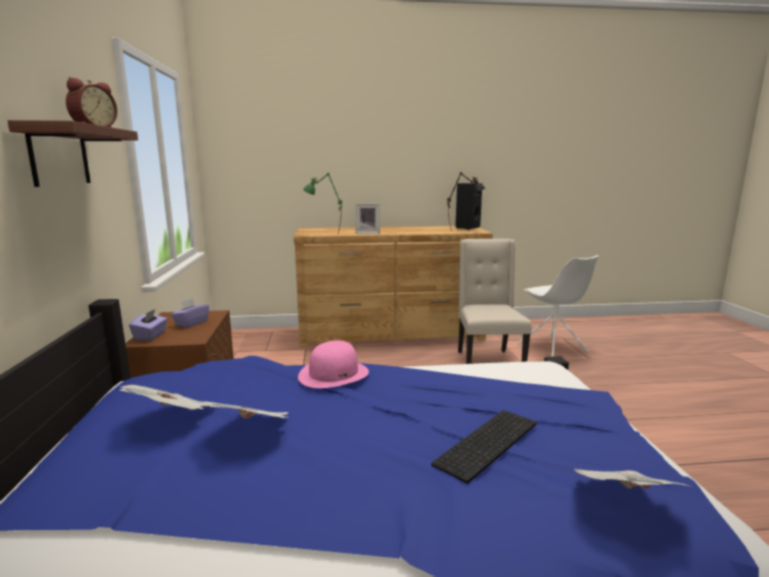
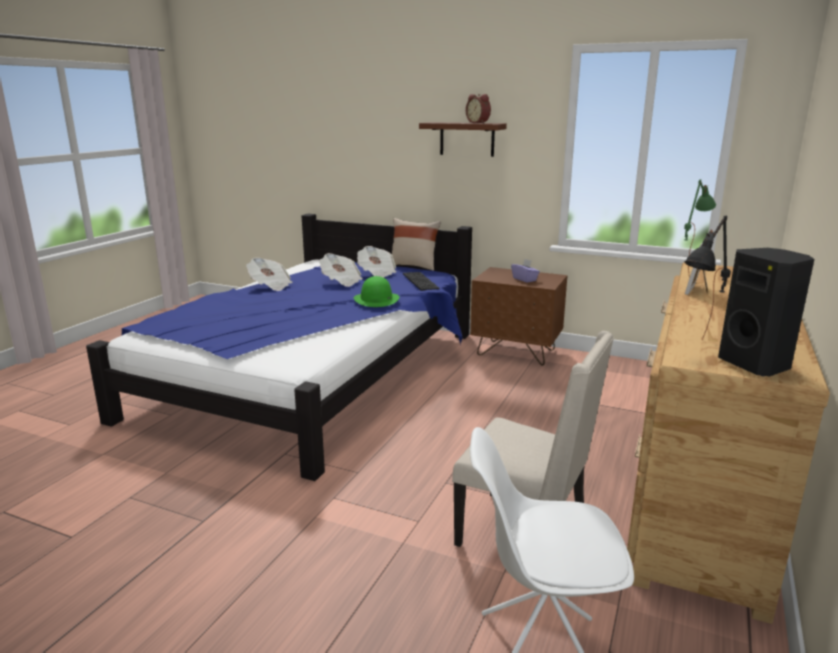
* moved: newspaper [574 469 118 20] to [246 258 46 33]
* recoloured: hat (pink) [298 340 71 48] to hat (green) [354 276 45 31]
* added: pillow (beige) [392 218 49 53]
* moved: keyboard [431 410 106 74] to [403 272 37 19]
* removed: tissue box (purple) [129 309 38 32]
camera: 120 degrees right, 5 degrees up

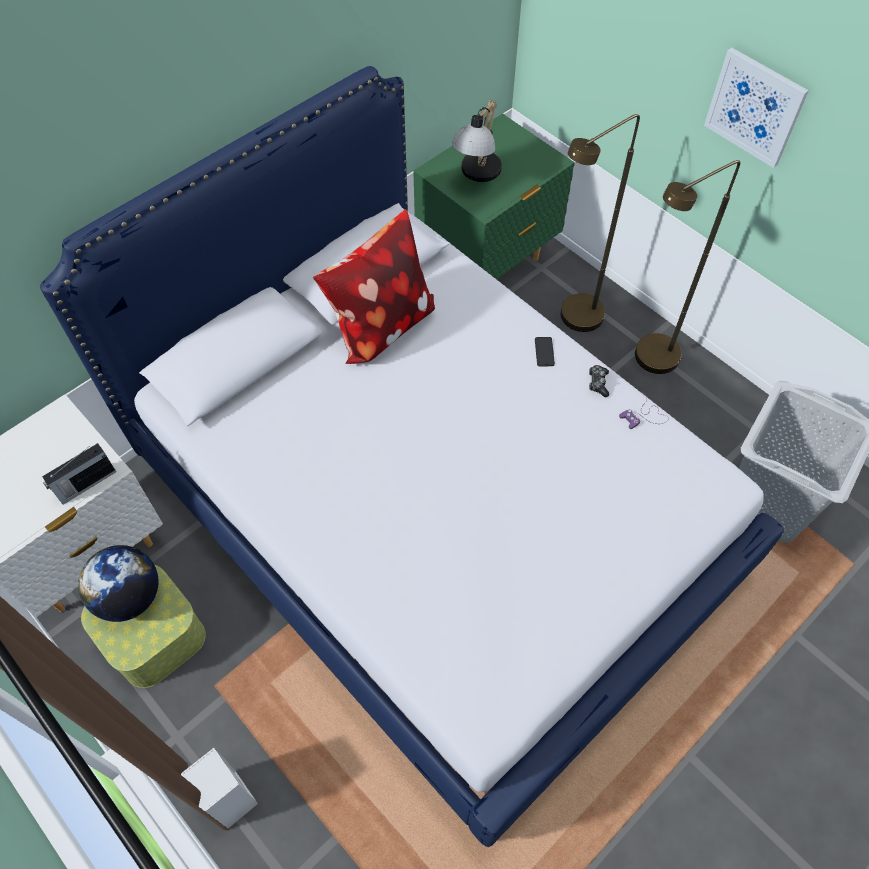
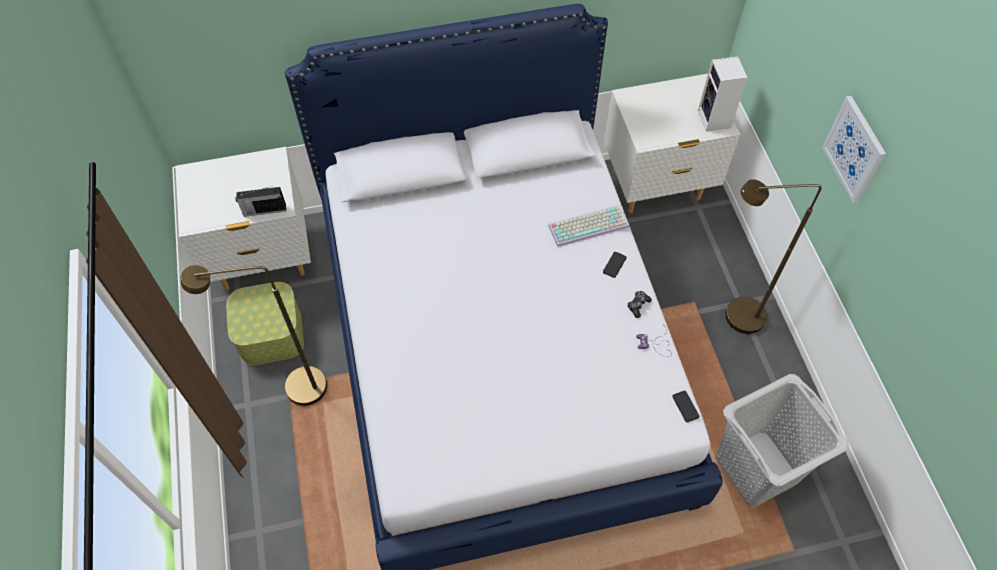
* moved: floor lamp (brown) [561 114 79 218] to [180 265 147 141]
* added: keyboard [548 205 82 42]
* recoloured: nightstand (green) [413 113 162 166] to nightstand (white) [604 74 136 139]
* added: phone [672 391 28 31]
* moved: speaker [181 748 77 80] to [698 56 50 75]
* removed: globe [78 545 80 77]
* removed: pillow [313 209 122 155]
* removed: table lamp [452 100 50 82]
camera: 30 degrees right, 0 degrees up

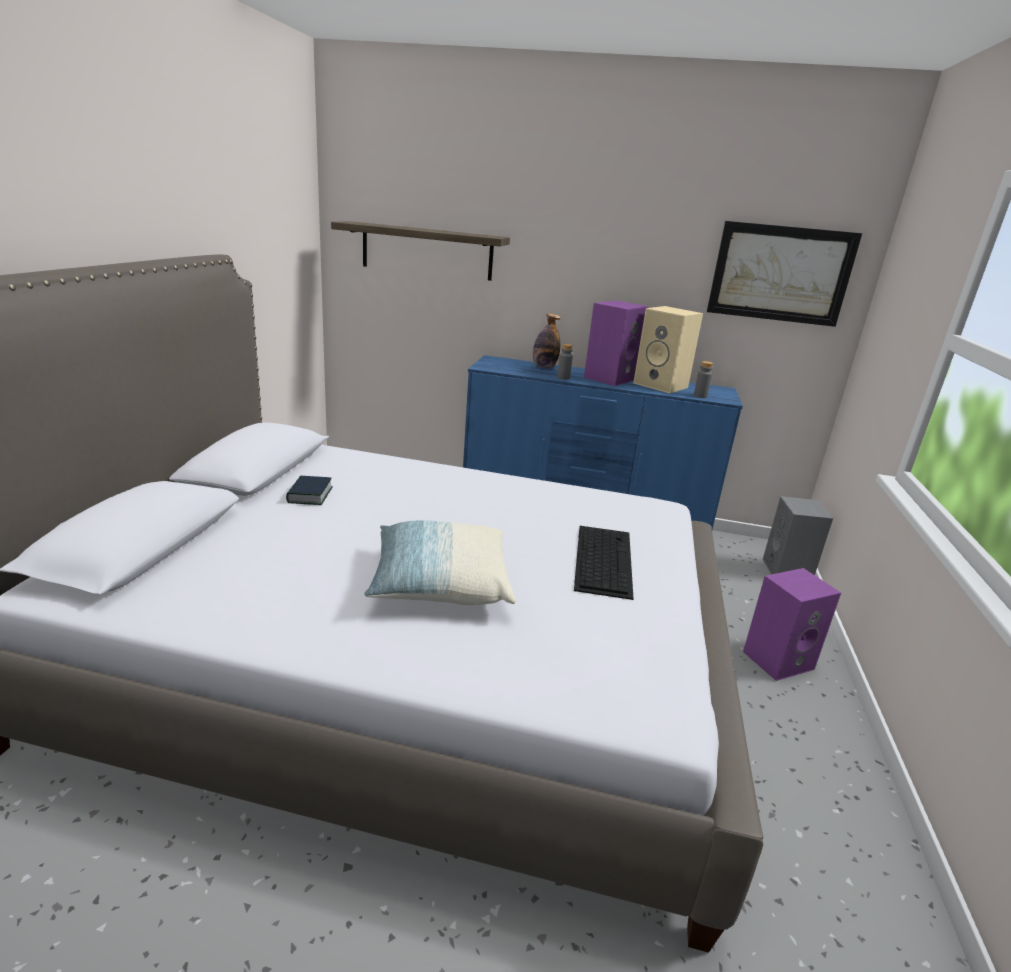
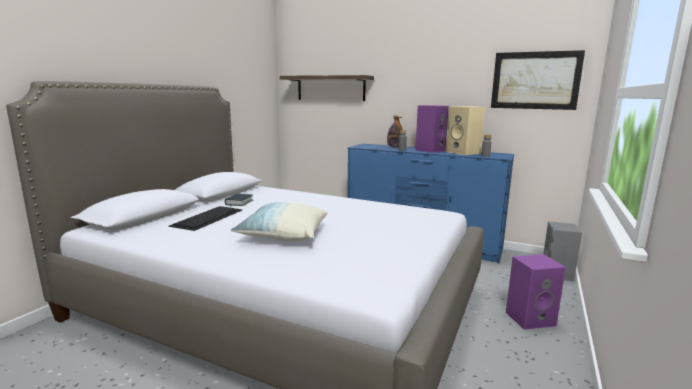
* moved: keyboard [574 526 60 74] to [169 206 73 25]
camera: 15 degrees right, 10 degrees down

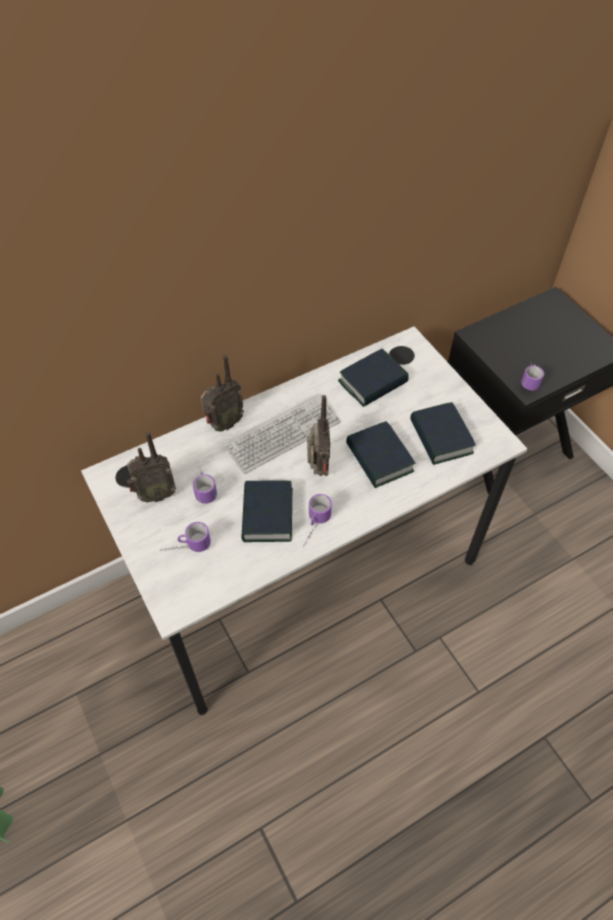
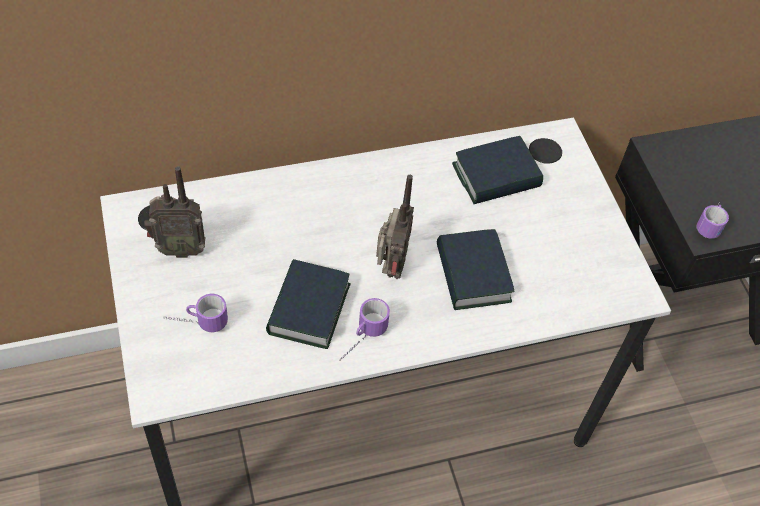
* removed: mug [193 470 24 34]
* removed: radio [200 355 44 77]
* removed: keyboard [223 394 117 80]
* removed: book [410 402 66 63]
camera: 10 degrees right, 0 degrees up

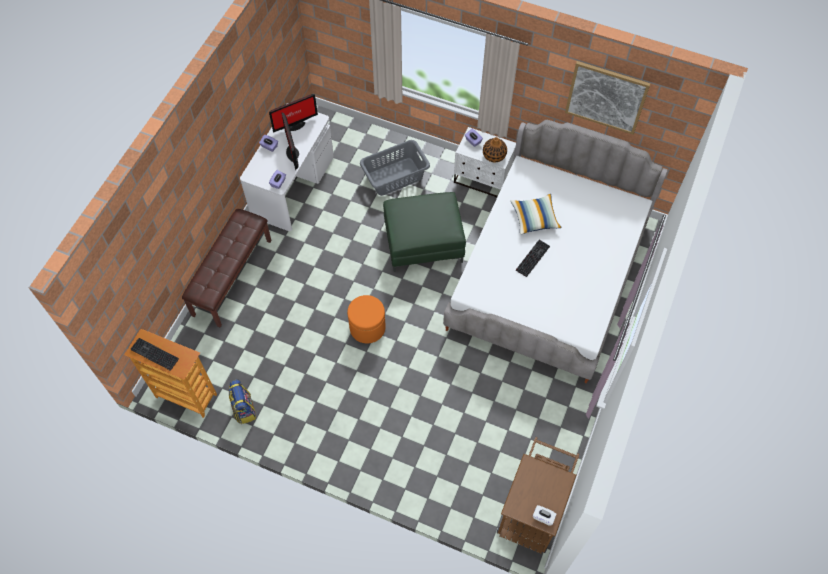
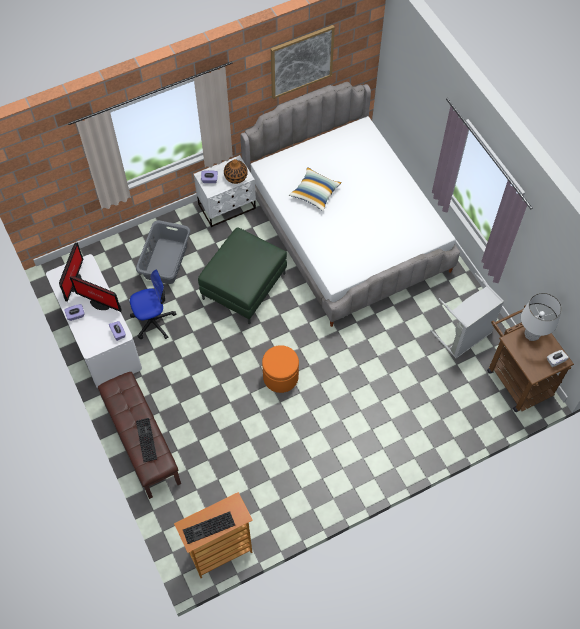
* added: office chair [130 270 46 69]
* moved: keyboard [516 239 34 38] to [136 418 21 44]
* added: laundry basket (grey) [430 273 74 86]
* added: table lamp (white) [521 293 41 48]
* removed: backpack [229 380 27 44]
camera: 50 degrees left, 0 degrees up

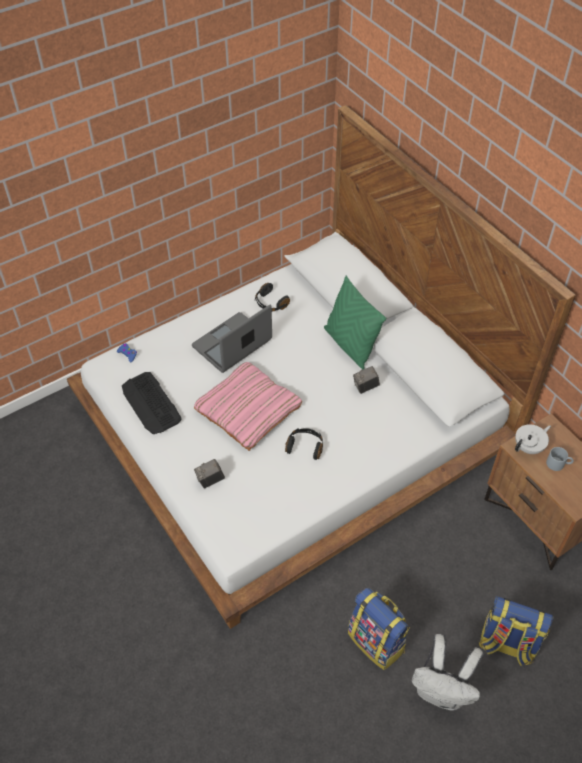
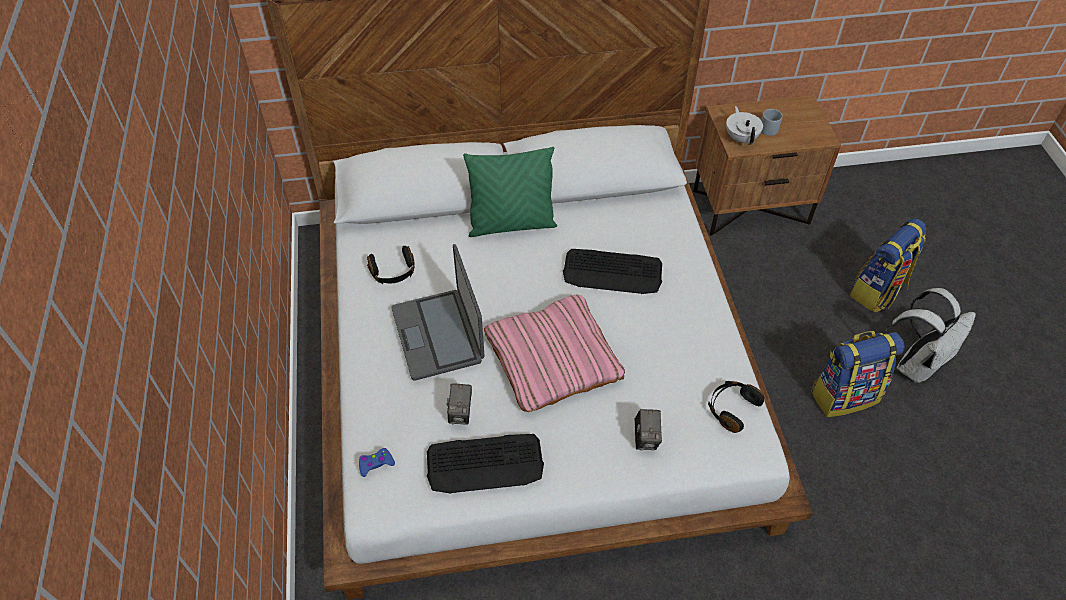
* moved: photo camera [353 366 27 28] to [446 383 26 42]
* added: keyboard [563 249 99 45]
* moved: headphones (black) [285 428 38 32] to [708 381 56 52]
camera: 65 degrees left, 0 degrees up

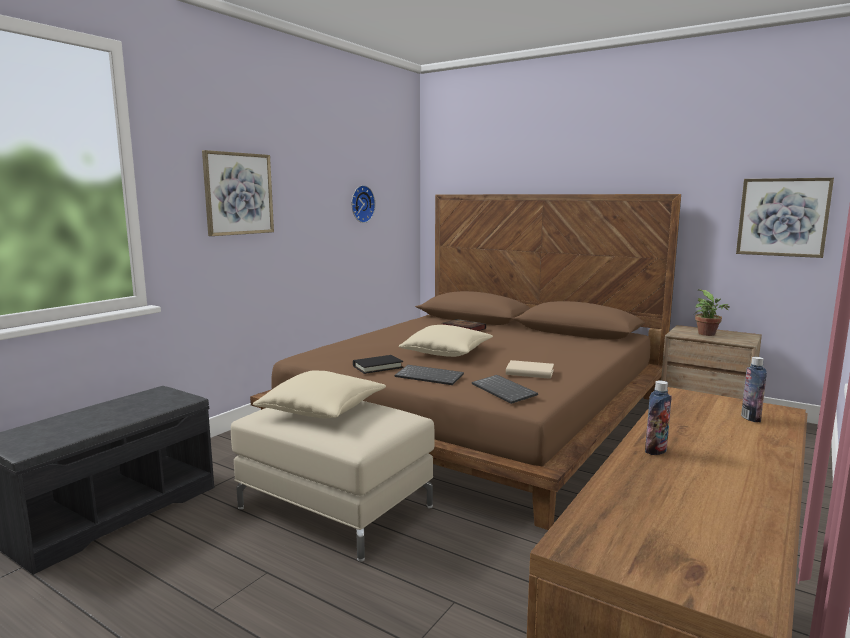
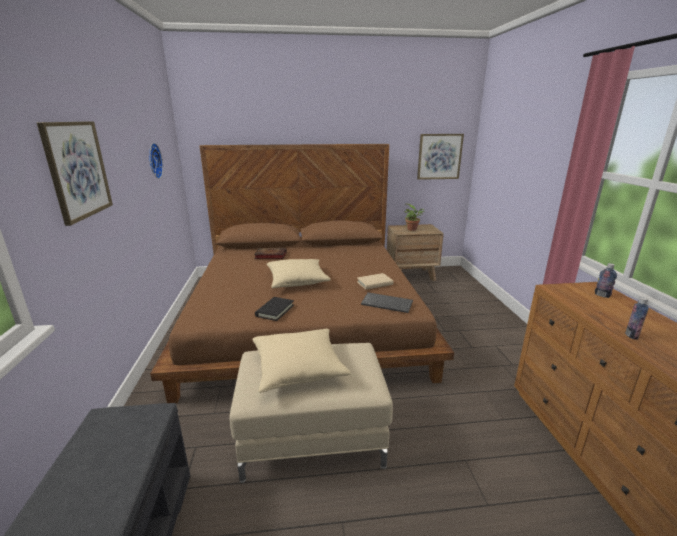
* removed: keyboard [395 365 69 20]
camera: 40 degrees left, 10 degrees up

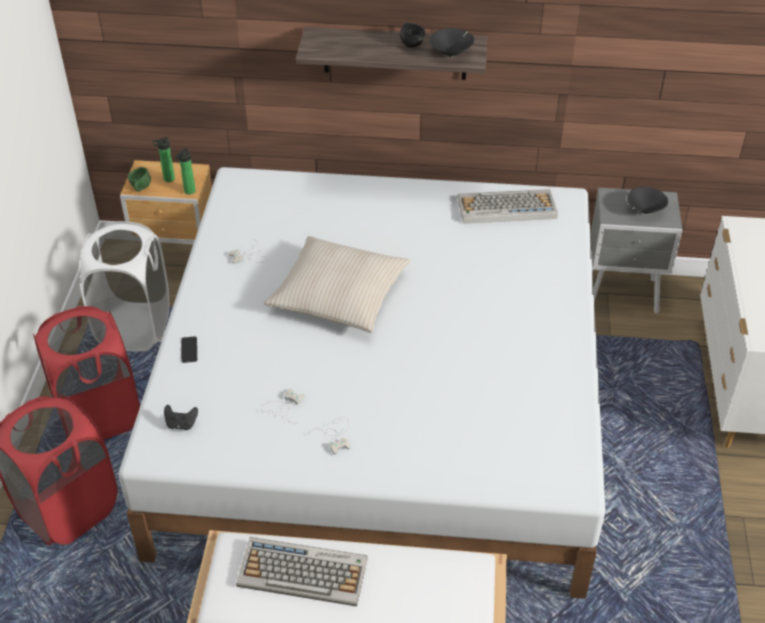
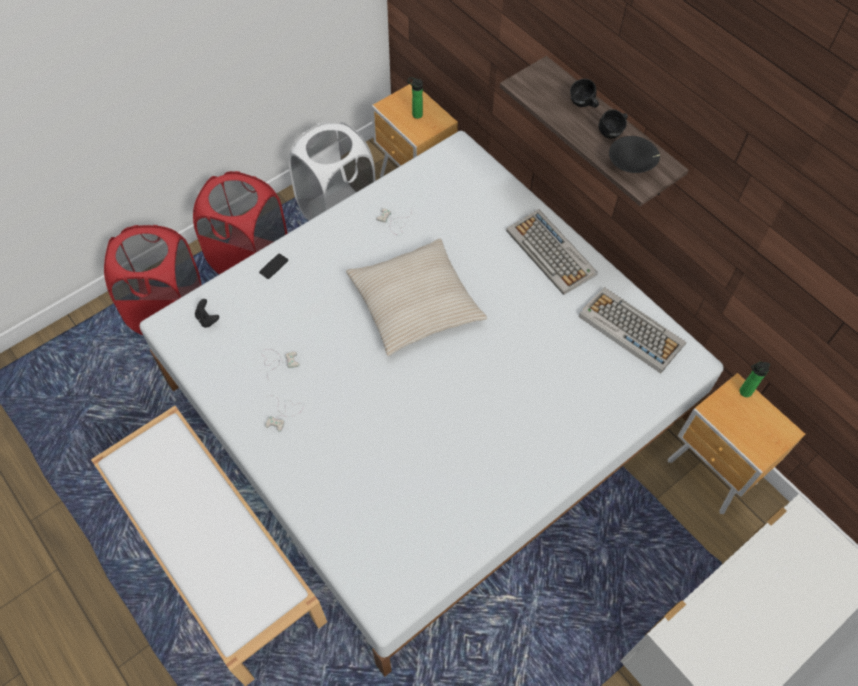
* moved: keyboard [236 537 132 70] to [506 209 92 86]
* added: mug (black) [570 79 29 29]
* recoloured: nightstand (grey) [591 188 91 126] to nightstand (brown) [668 373 137 141]
* moved: bottle [176 148 20 46] to [740 362 30 35]
* removed: mug (green) [128 167 23 25]
* removed: bowl (black) [627 187 41 27]
camera: 45 degrees right, 15 degrees up

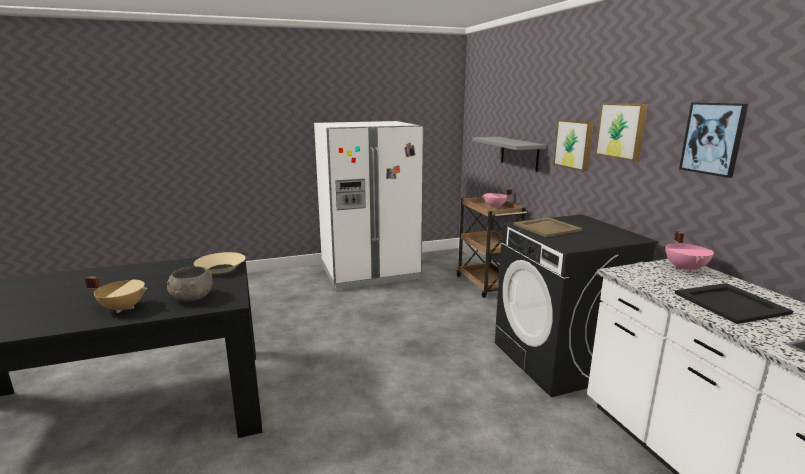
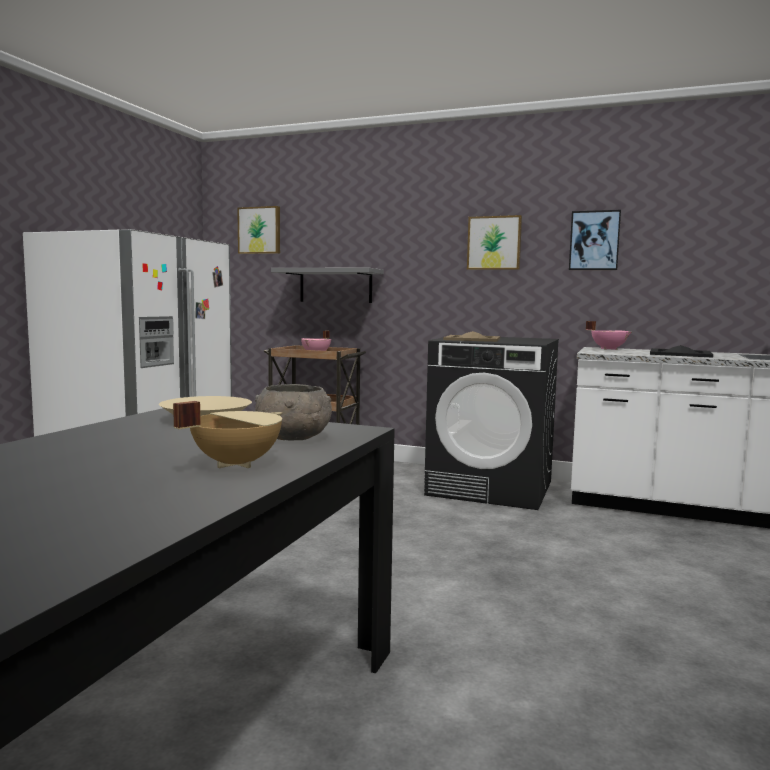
* moved: picture [553 119 41 52] to [237 206 43 48]
camera: 50 degrees left, 10 degrees down

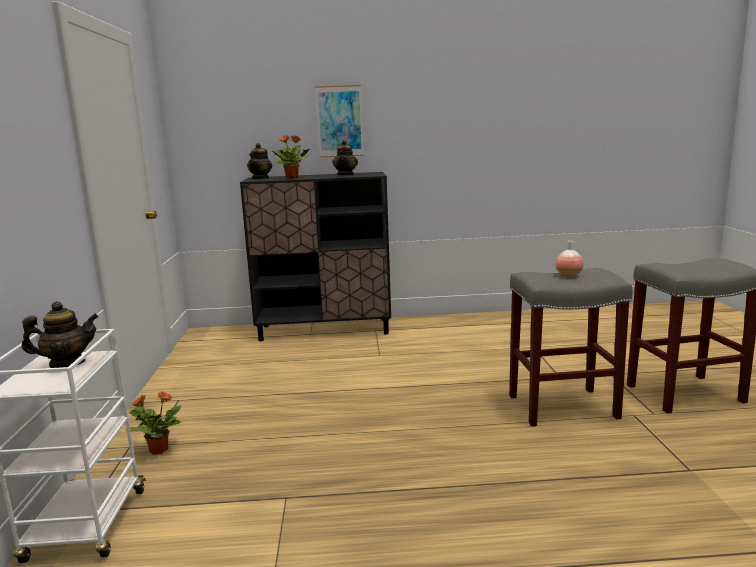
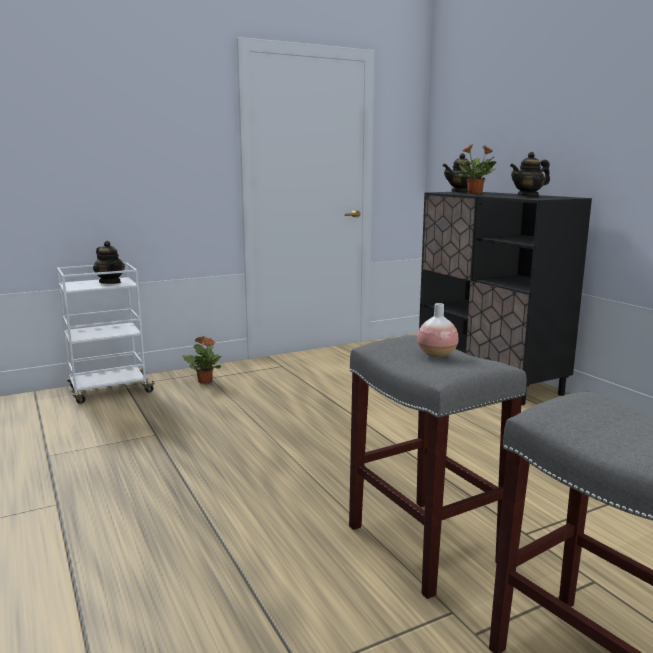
* removed: picture [315 85 49 73]
camera: 65 degrees right, 0 degrees up

